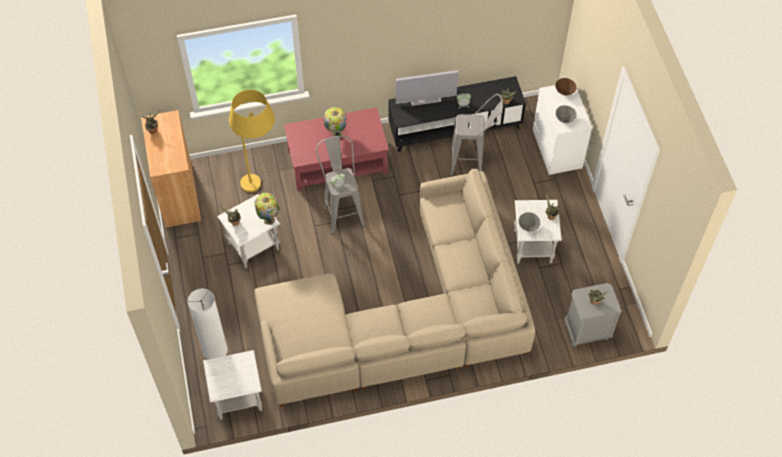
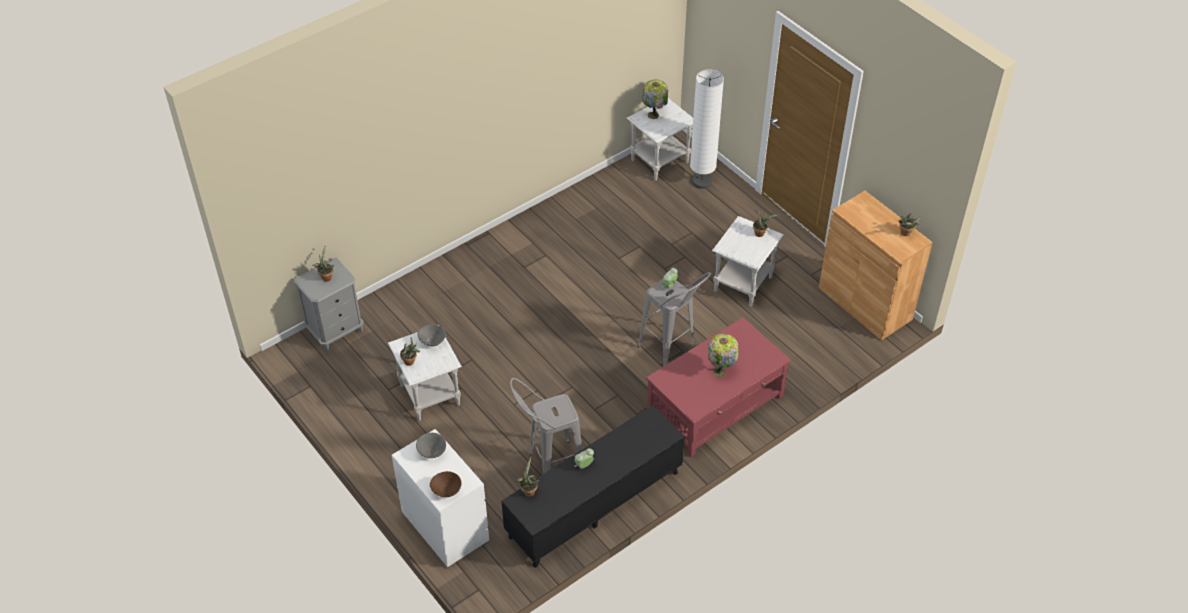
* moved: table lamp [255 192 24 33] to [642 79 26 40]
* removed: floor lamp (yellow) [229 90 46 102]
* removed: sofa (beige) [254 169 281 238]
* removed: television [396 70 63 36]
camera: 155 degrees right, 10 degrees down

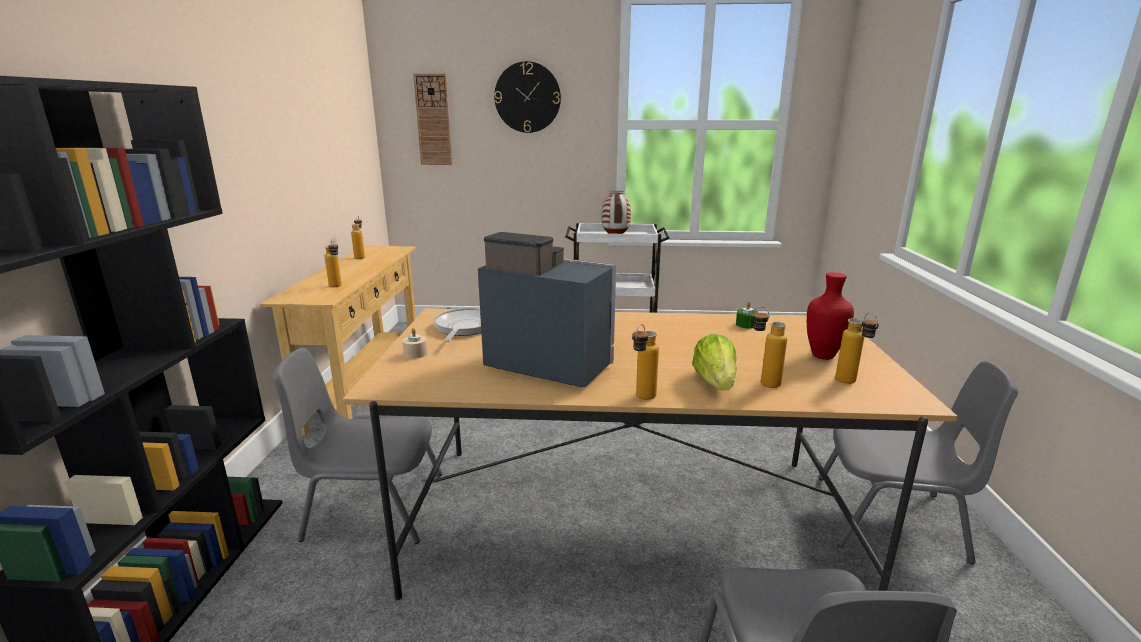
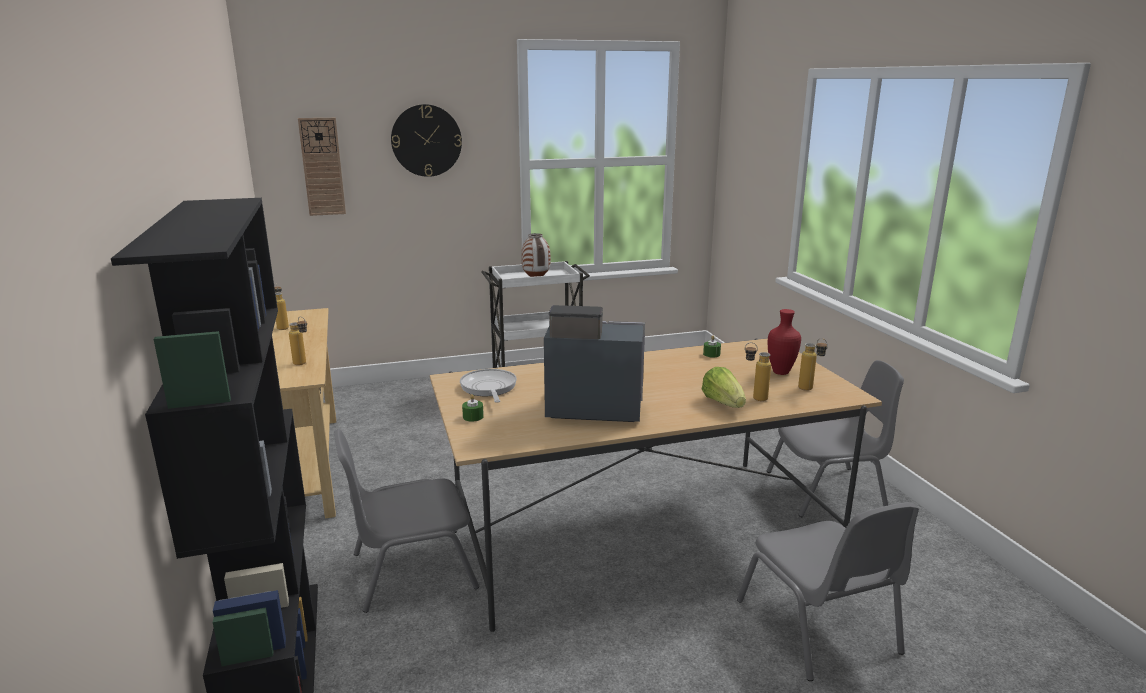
* recoloured: candle (beige) [402 328 26 31] to candle (green) [462 394 22 28]
* removed: bottle [632 324 27 76]
camera: 20 degrees left, 0 degrees up

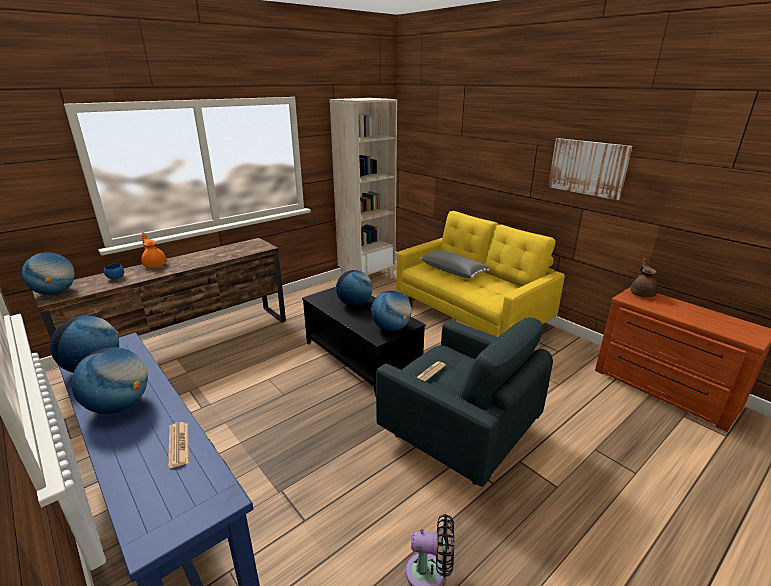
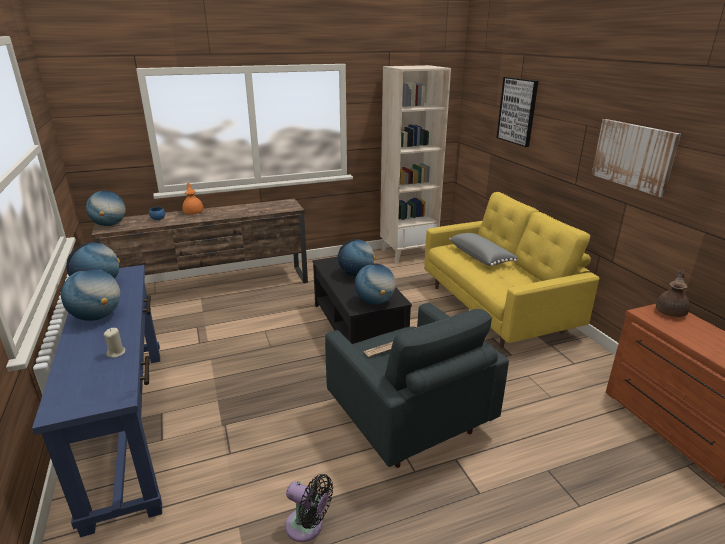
* replaced: newspaper [168 422 21 46] to candle (beige) [104 328 22 30]
* added: picture [497 77 41 70]
camera: 20 degrees right, 0 degrees up

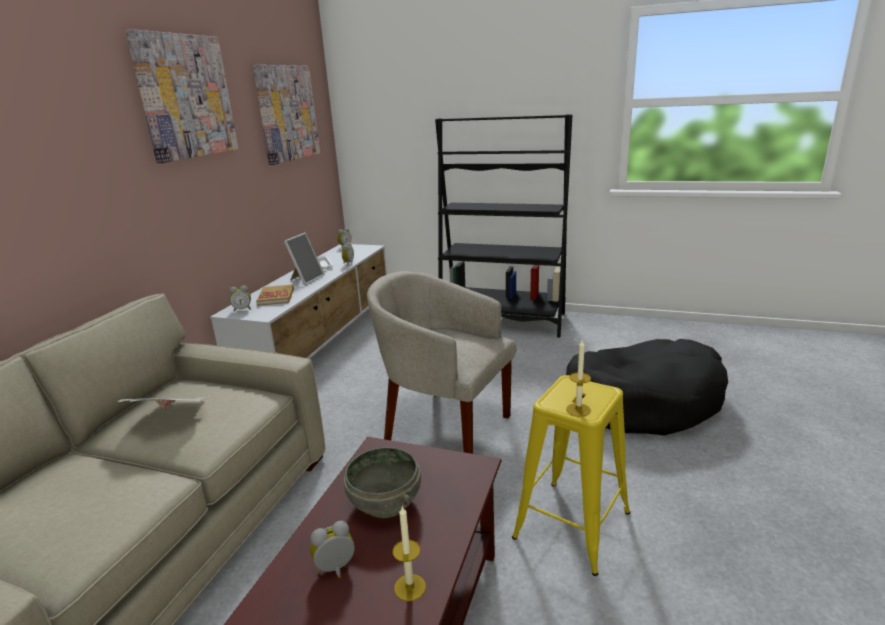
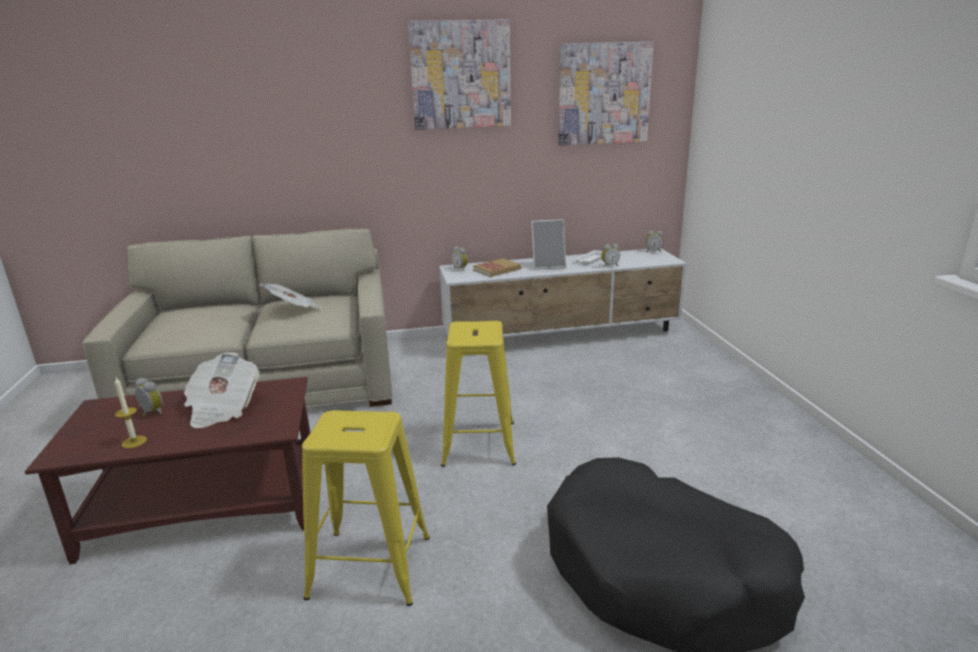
* replaced: bowl (grey) [344 447 77 71] to newspaper [184 352 76 76]
* replaced: armchair (beige) [367 271 149 183] to stool (yellow) [441 321 75 146]
* removed: bookcase (black) [435 114 137 224]
* removed: candle [566 340 25 77]
camera: 60 degrees right, 0 degrees up

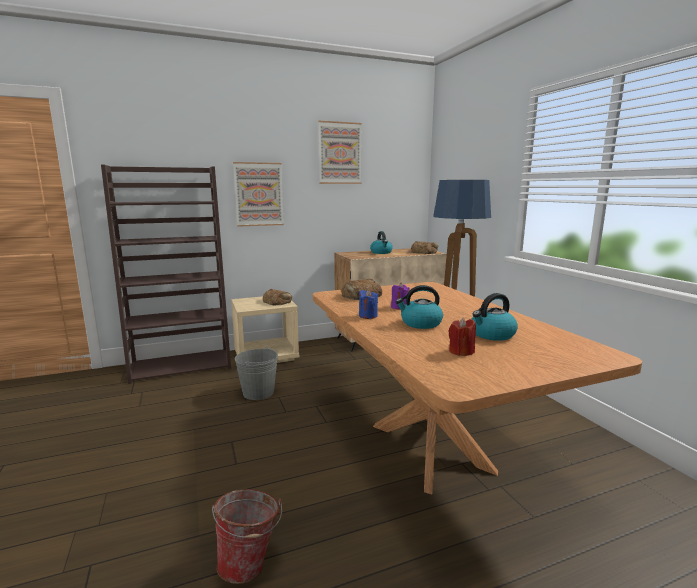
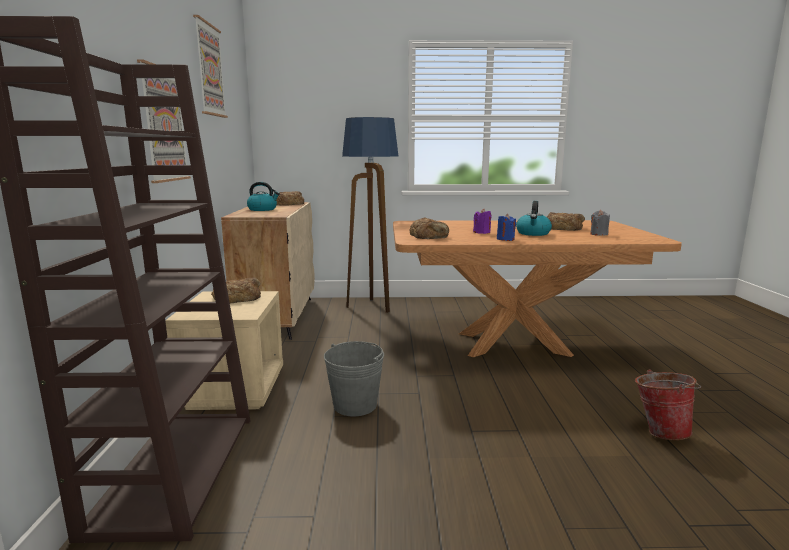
* replaced: kettle [472 293 46 48] to bread [547 212 38 19]
* recoloured: candle (red) [448 317 28 39] to candle (grey) [590 210 20 26]
camera: 70 degrees left, 0 degrees up

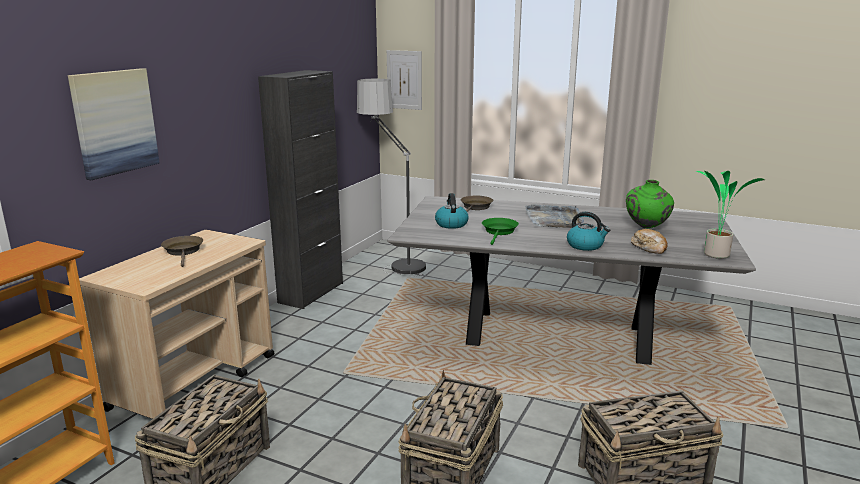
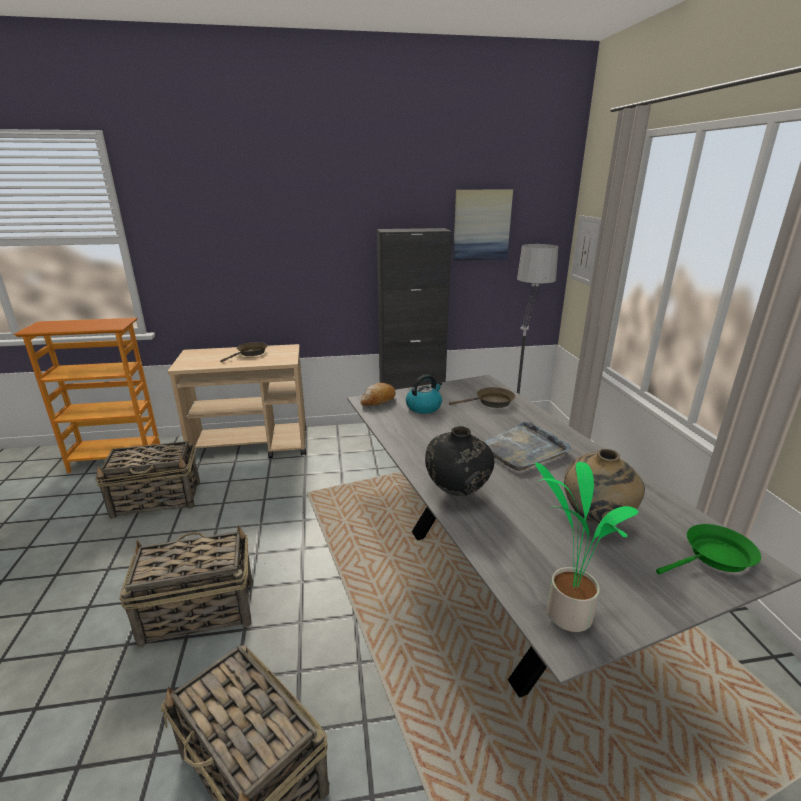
* moved: bread [631 229 36 25] to [360 383 36 23]
* replaced: kettle [567 212 43 39] to vase (black) [425 426 69 70]
* moved: picture [68 68 92 112] to [453 190 60 71]
* recoloured: vase (green) [626 180 48 48] to vase (beige) [564 449 81 75]
* moved: frying pan (green) [482 218 37 27] to [656 524 105 50]
camera: 55 degrees right, 5 degrees up

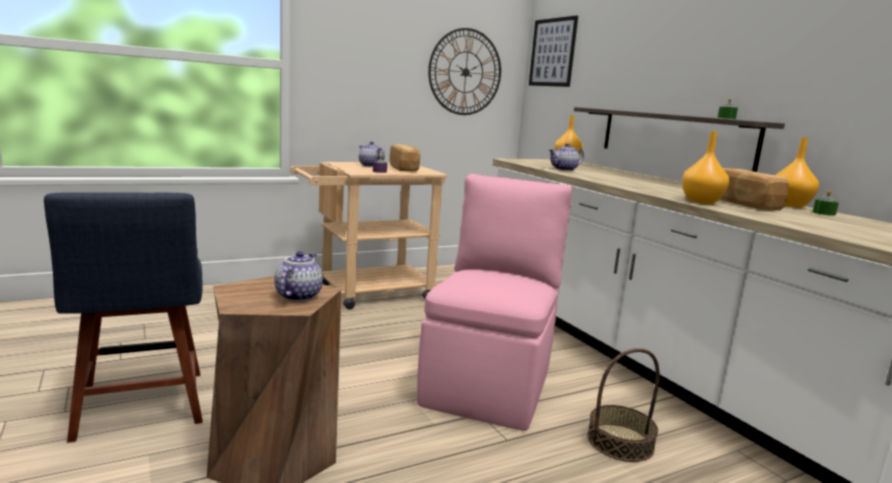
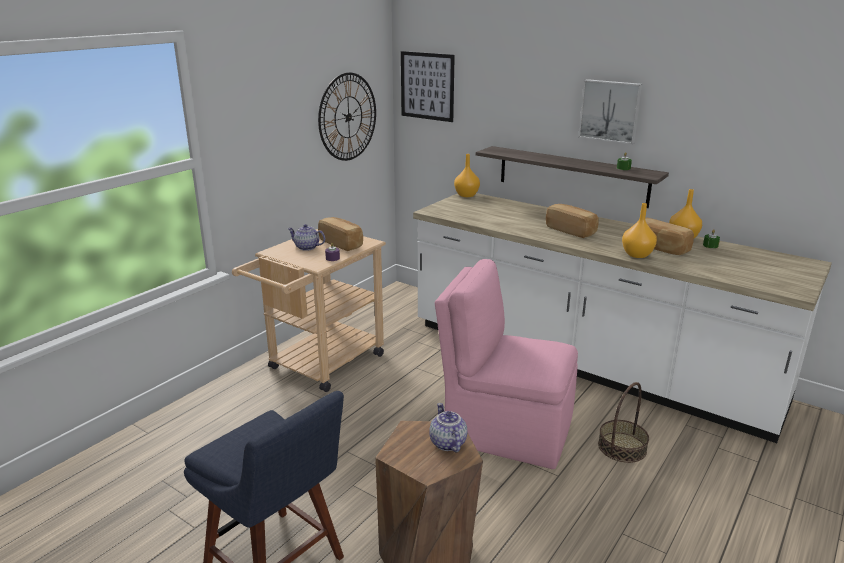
* turned: chair (pink) [417 174 155 257] = [435 259 143 210] 60 degrees counterclockwise
* added: bread [546 204 53 34]
* added: picture [578 79 65 65]
* removed: teapot [549 143 35 28]
camera: 25 degrees left, 10 degrees up

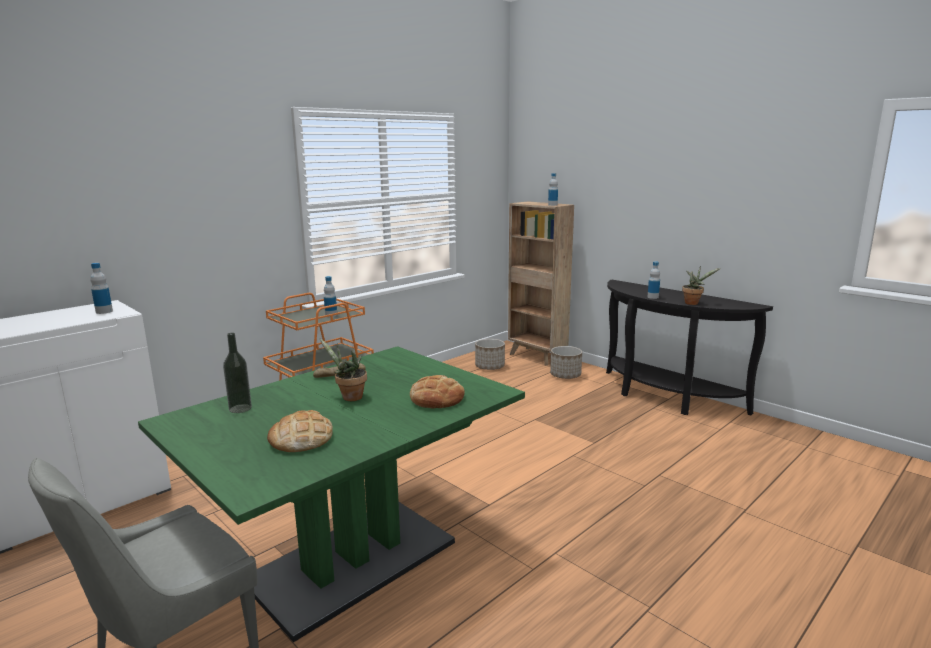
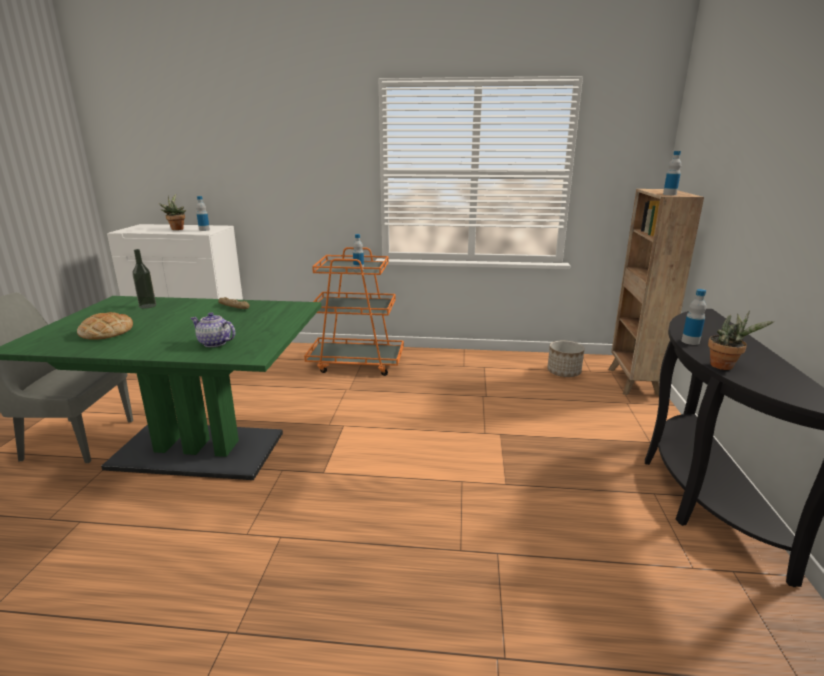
* moved: potted plant [319 338 48 63] to [159 194 27 36]
* replaced: bread [410 375 55 33] to teapot [190 312 45 35]
* removed: planter [550 346 32 33]
camera: 50 degrees right, 5 degrees up

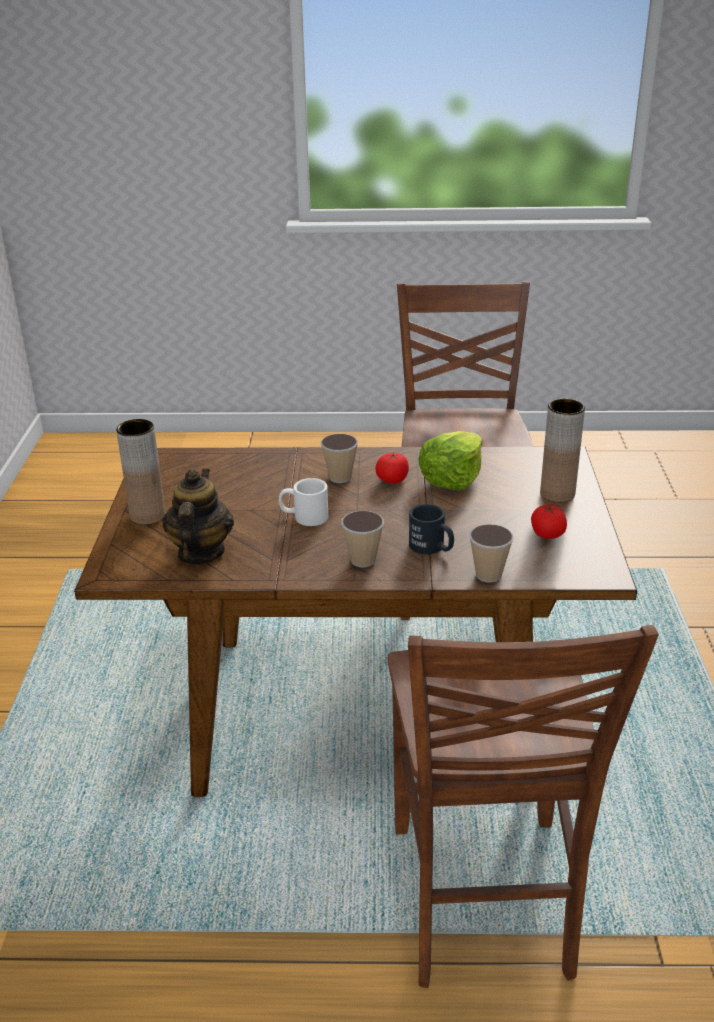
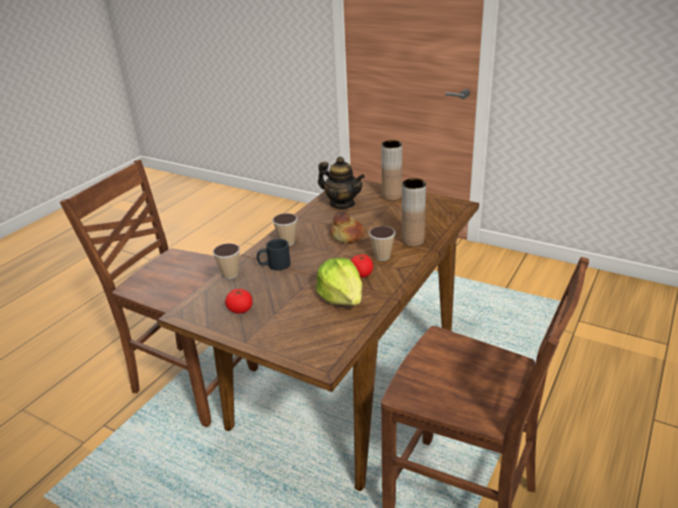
* replaced: mug (white) [279 478 49 48] to bread [330 211 35 32]
* moved: vase (brown) [540 399 45 103] to [402 178 24 69]
camera: 120 degrees right, 0 degrees up

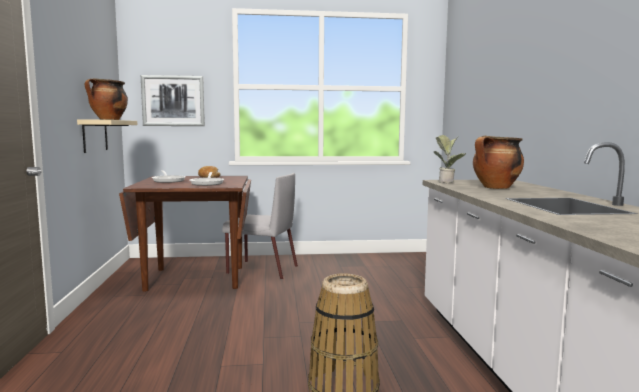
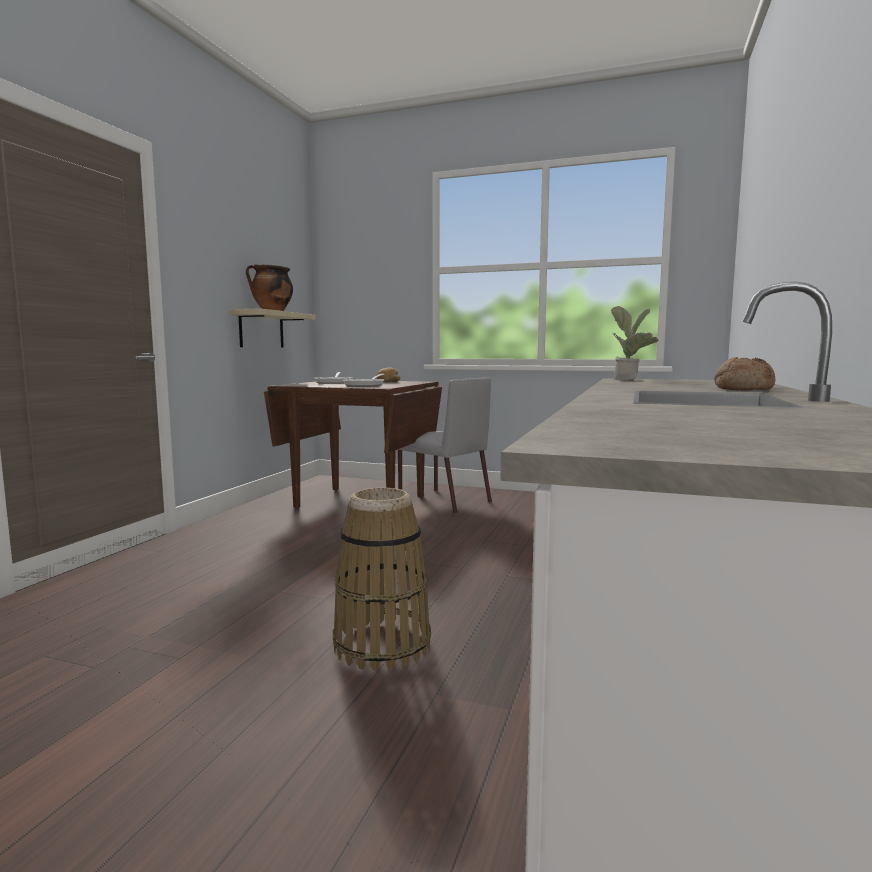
* added: bread [714 357 62 33]
* removed: picture [141 75 64 51]
* removed: cooking pot [473 136 51 53]
camera: 25 degrees right, 0 degrees up

